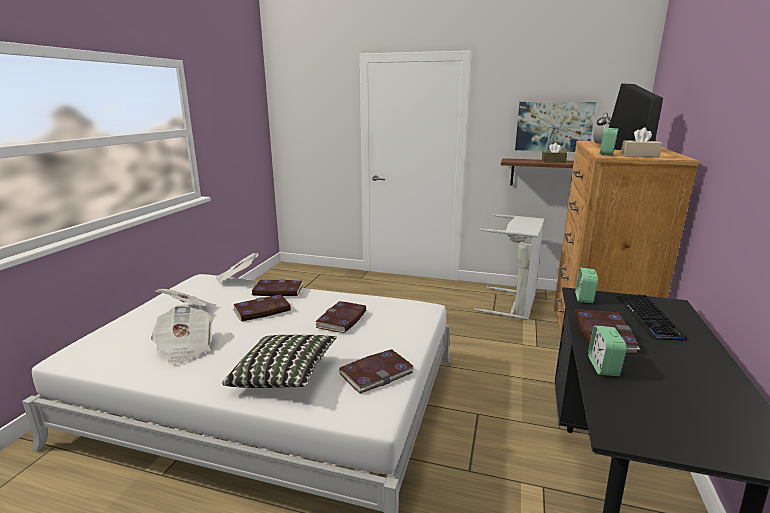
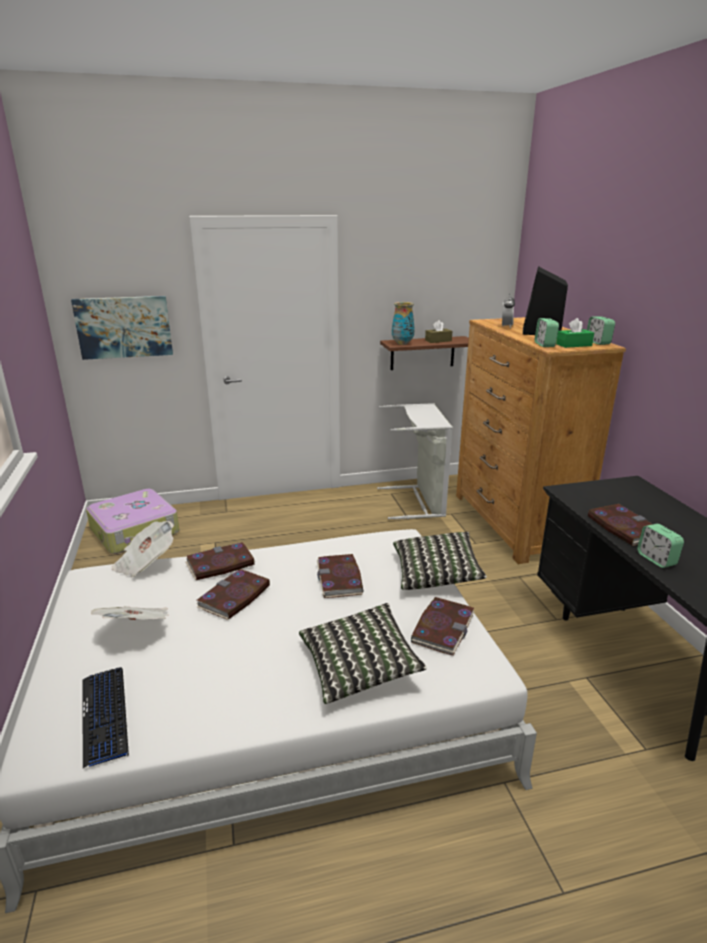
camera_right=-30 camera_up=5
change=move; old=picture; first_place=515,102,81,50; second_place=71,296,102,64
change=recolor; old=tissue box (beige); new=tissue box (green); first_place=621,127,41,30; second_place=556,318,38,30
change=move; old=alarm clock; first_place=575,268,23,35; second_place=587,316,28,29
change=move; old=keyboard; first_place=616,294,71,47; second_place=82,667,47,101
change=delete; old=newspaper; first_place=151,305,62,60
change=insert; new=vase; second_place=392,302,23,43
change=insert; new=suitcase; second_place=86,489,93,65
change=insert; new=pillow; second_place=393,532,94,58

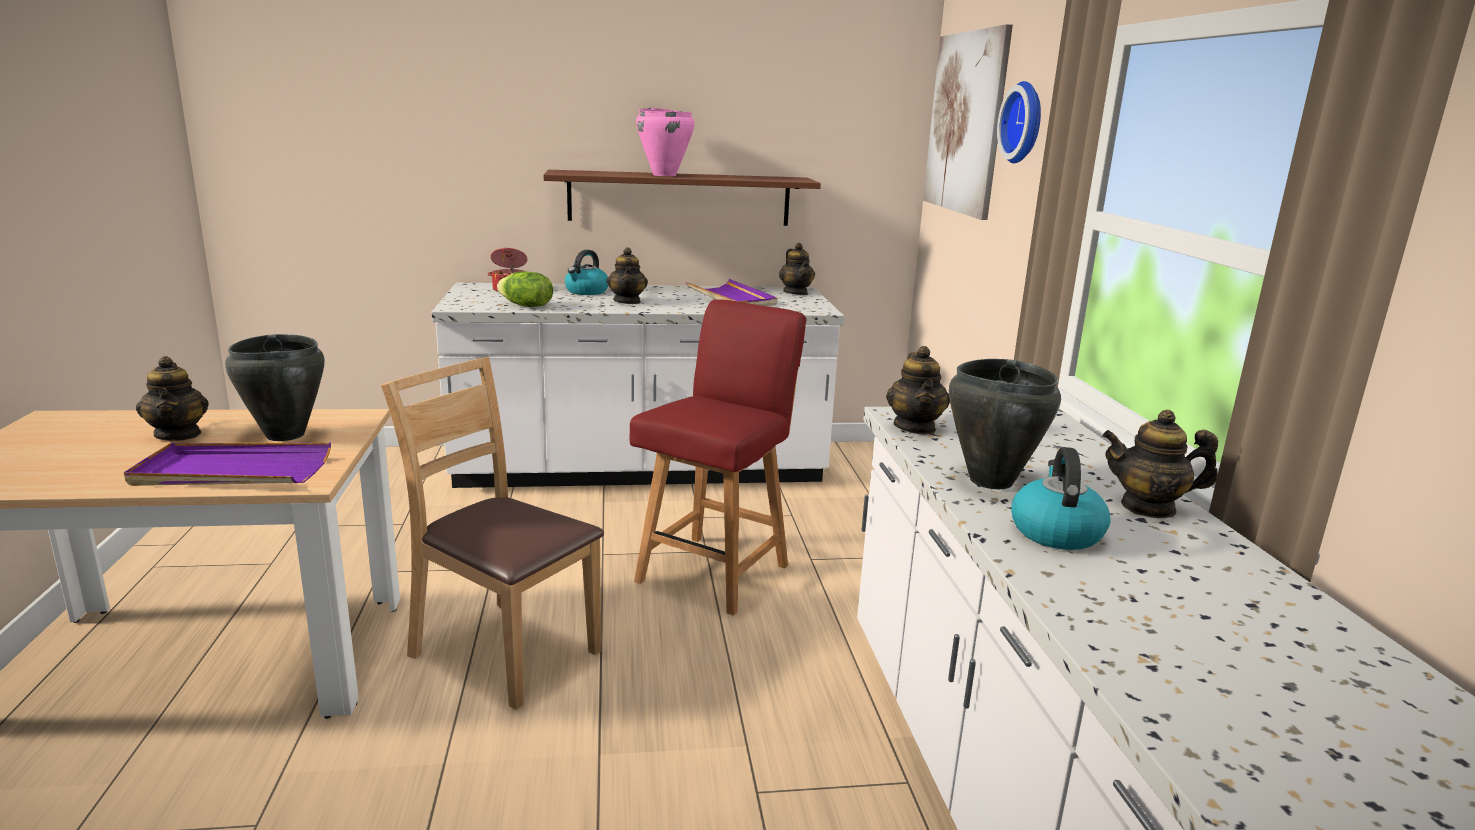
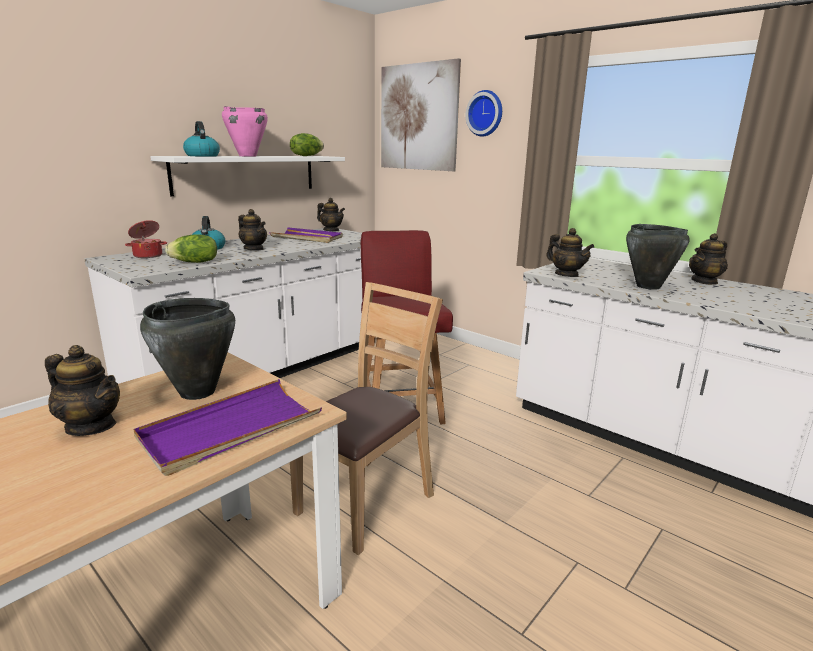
camera_right=-40 camera_up=0
change=recolor; old=shelf (brown); new=shelf (white); first_place=543,170,278,56; second_place=150,156,195,40
change=rotate; old=chair (brown); first_place=381,357,223,353; second_place=290,282,153,273; degrees=135
change=move; old=kettle; first_place=1011,447,100,103; second_place=183,121,37,36
change=insert; new=lettuce; second_place=290,133,34,23

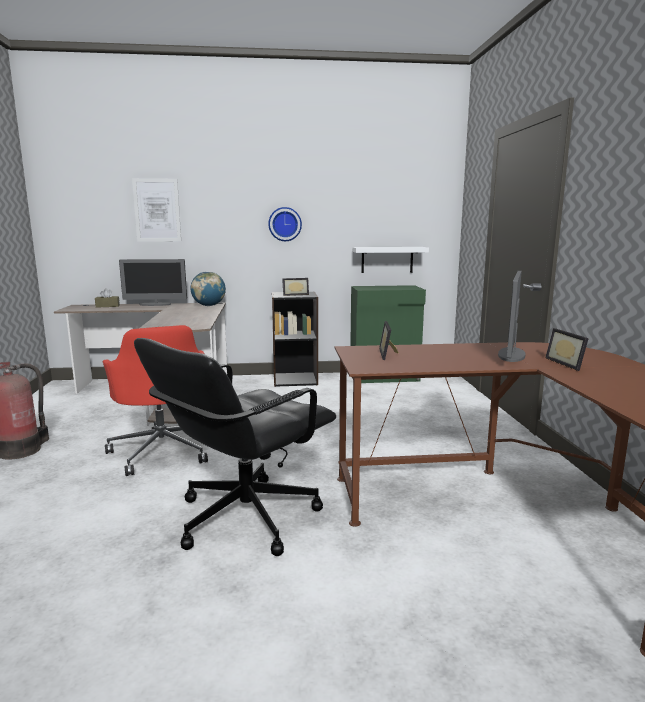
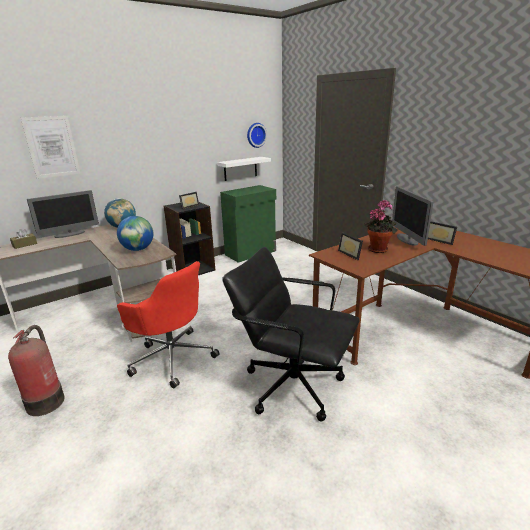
camera_right=-30 camera_up=10
change=move; old=wall clock; first_place=268,207,34,34; second_place=247,123,20,25
change=rotate; old=office chair (black); first_place=134,338,202,218; second_place=222,247,138,175; degrees=105
change=insert; new=potted plant; second_place=364,200,34,53
change=insert; new=globe; second_place=117,216,36,35

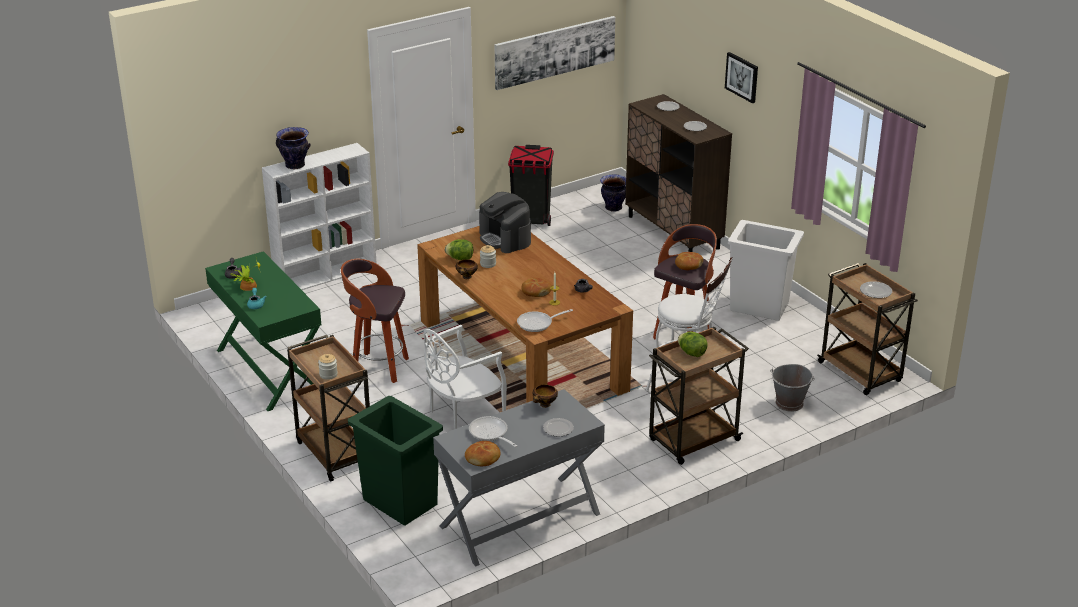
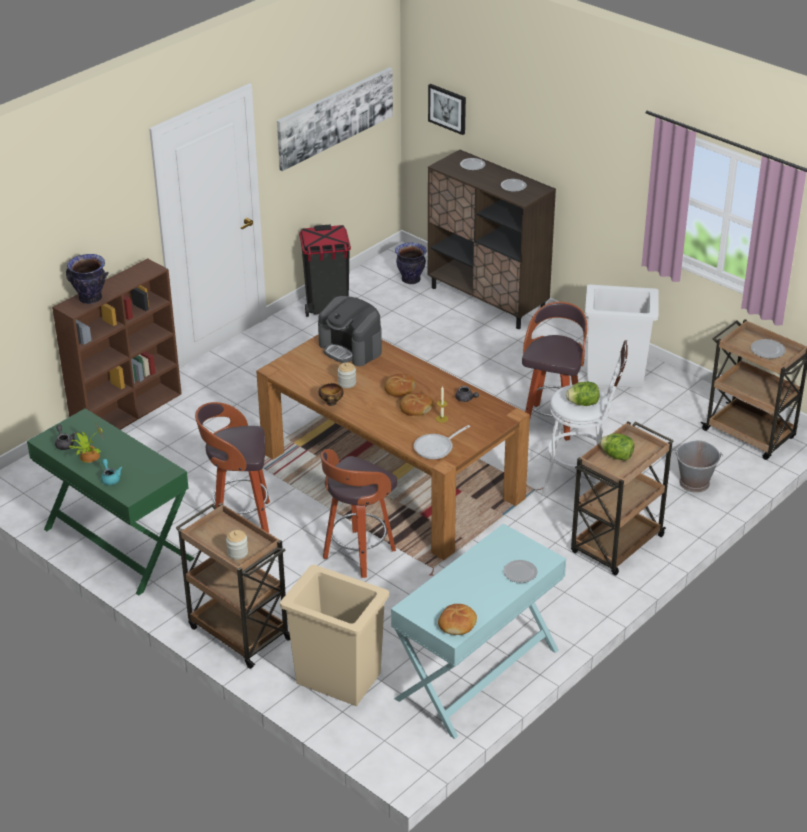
camera_right=-15 camera_up=5
change=move; old=picture; first_place=725,52,33,51; second_place=428,84,38,51
change=recolor; old=bookcase (white); new=bookcase (brown); first_place=262,143,115,147; second_place=52,258,130,172
change=move; old=lettuce; first_place=445,239,28,21; second_place=566,382,33,24
change=move; old=bread; first_place=675,252,28,18; second_place=384,374,31,23
change=replace; old=chair (white); new=stool; first_place=423,325,84,104; second_place=321,449,76,129
change=delete; old=bowl; first_place=533,384,25,24
change=recolor; old=console table (grey); new=console table (turquoise); first_place=433,389,172,177; second_place=391,523,175,216
change=recolor; old=trash can (green); new=trash can (beige); first_place=348,396,95,130; second_place=280,565,109,141
change=delete; old=frying pan; first_place=469,416,48,31

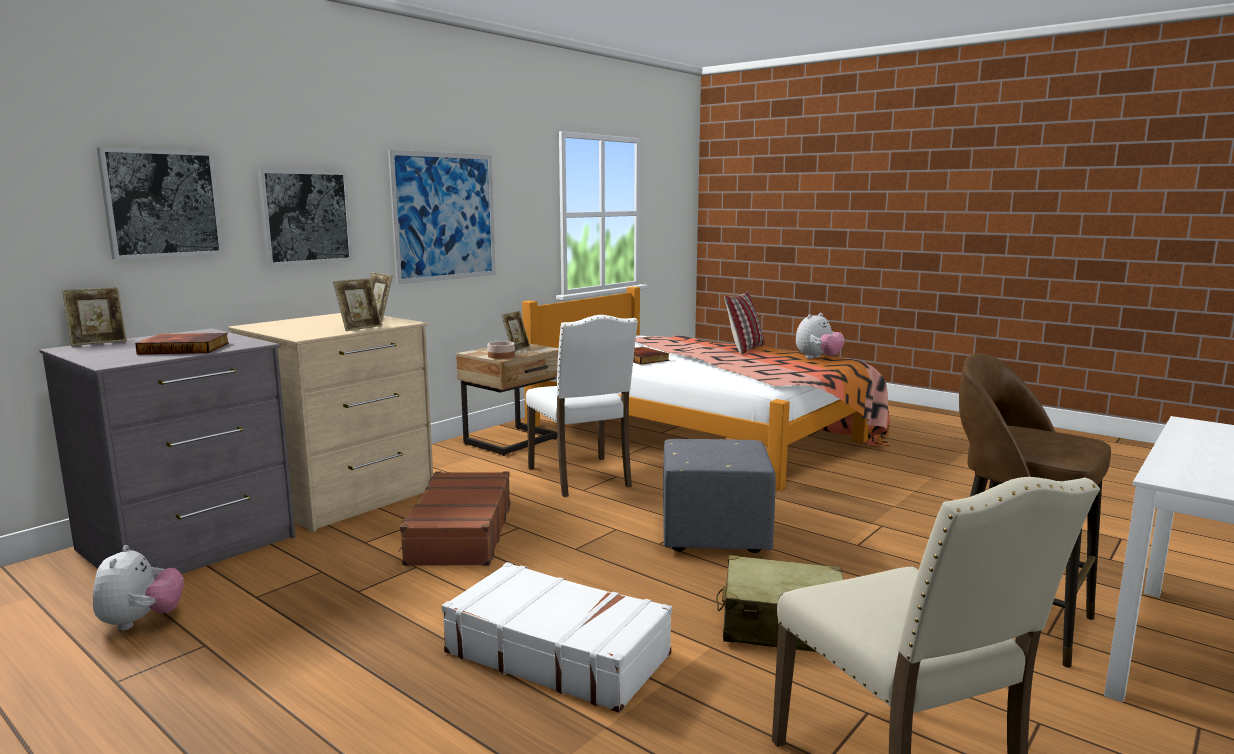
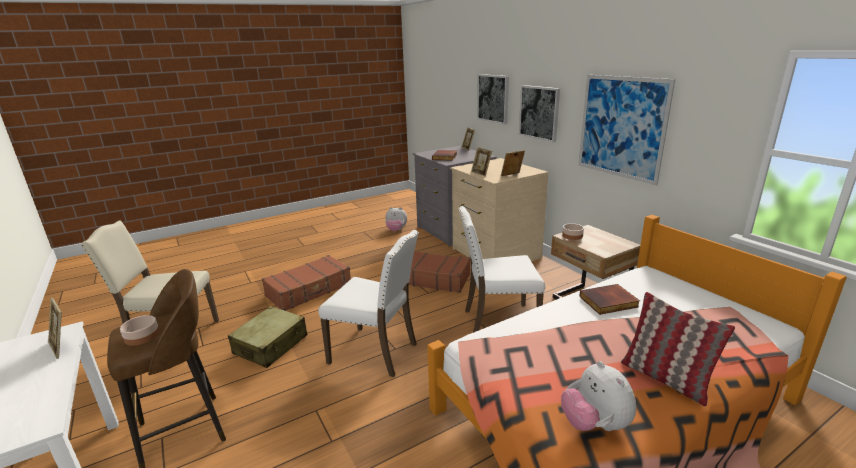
camera_right=110 camera_up=10
change=move; old=picture frame; first_place=501,311,29,41; second_place=48,297,14,62
change=replace; old=ottoman (grey); new=chair (white); first_place=663,439,113,114; second_place=318,230,101,147
change=recolor; old=suitcase (white); new=suitcase (brown); first_place=442,562,230,151; second_place=262,255,89,56
change=insert; new=bowl; second_place=120,315,39,31

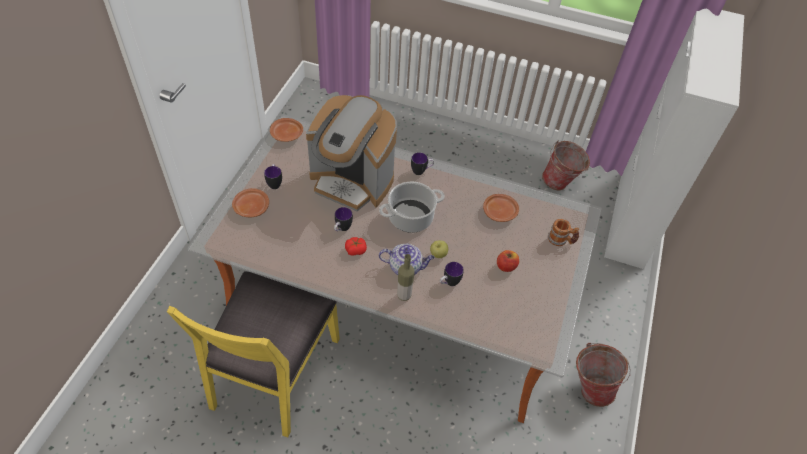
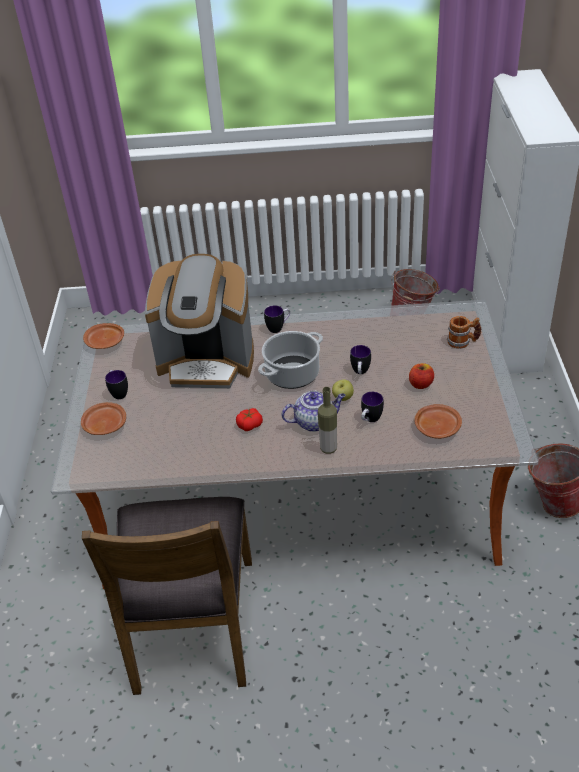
camera_right=-15 camera_up=-10
change=move; old=plate (brown); first_place=483,194,36,28; second_place=414,404,48,35
change=move; old=mug; first_place=334,207,19,24; second_place=350,345,21,29
change=recolor; old=chair (yellow); new=chair (brown); first_place=167,271,173,166; second_place=82,497,170,198

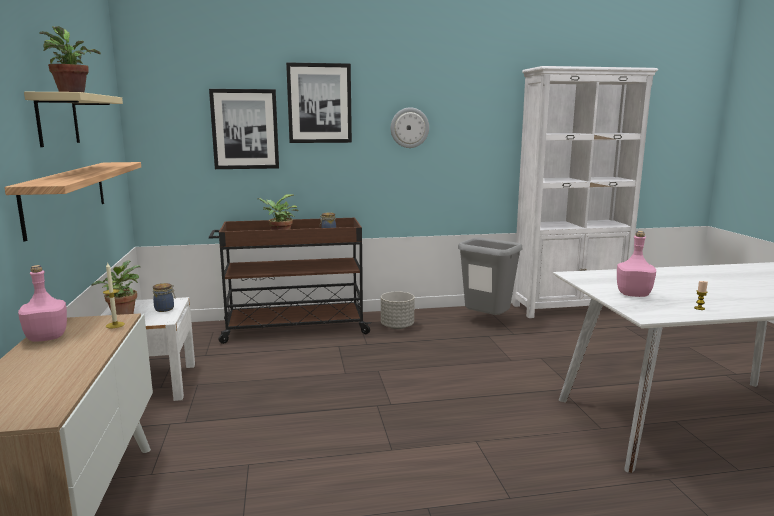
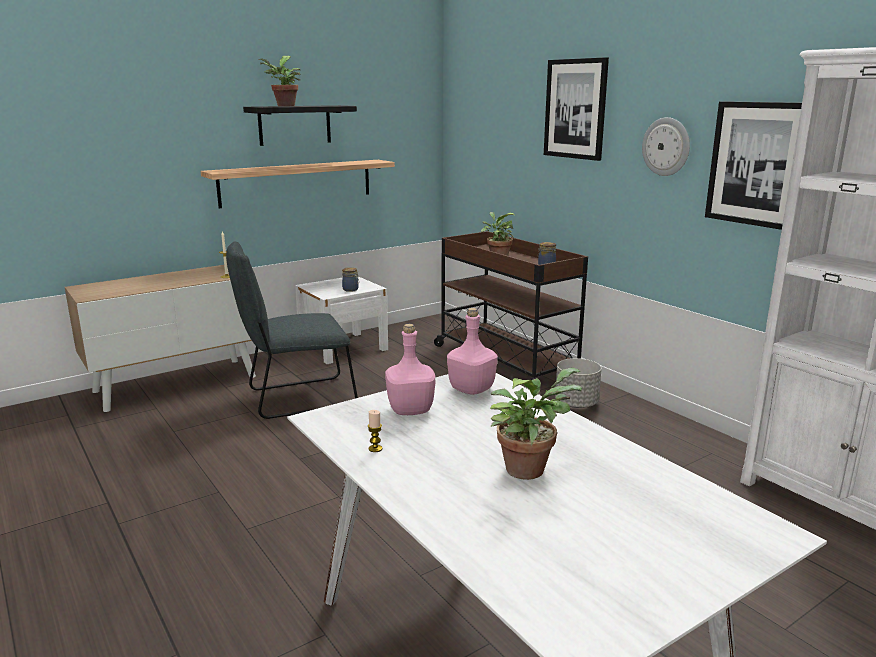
camera_right=65 camera_up=5
change=move; old=picture; first_place=209,89,70,80; second_place=705,101,97,129
change=recolor; old=shelf (beige); new=shelf (black); first_place=24,92,99,55; second_place=243,105,114,41
change=delete; old=trash can (grey); first_place=458,238,64,77
change=move; old=potted plant; first_place=91,260,49,55; second_place=490,368,92,112
change=move; old=bottle (pink); first_place=18,265,49,77; second_place=447,308,51,87
change=insert; new=chair (grey); second_place=226,242,132,177

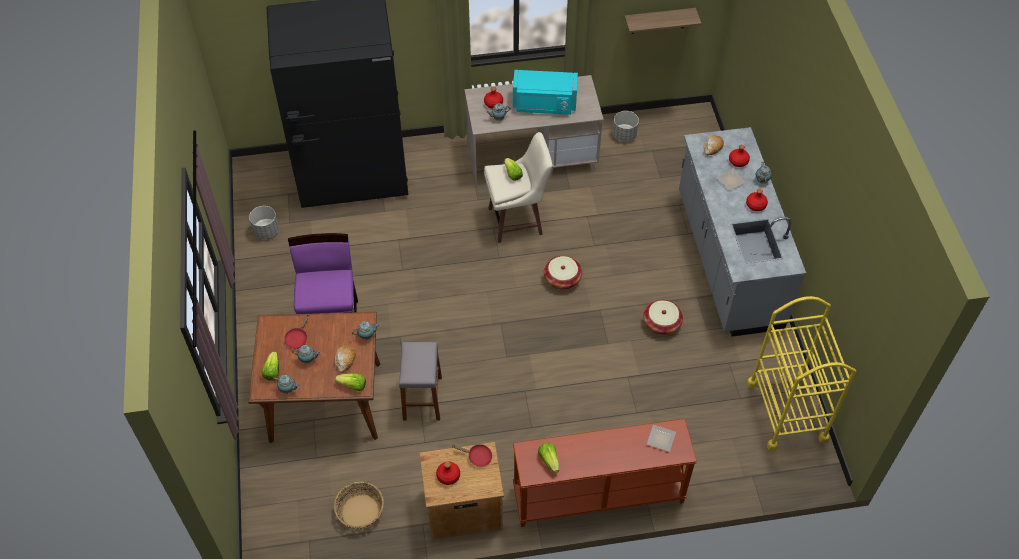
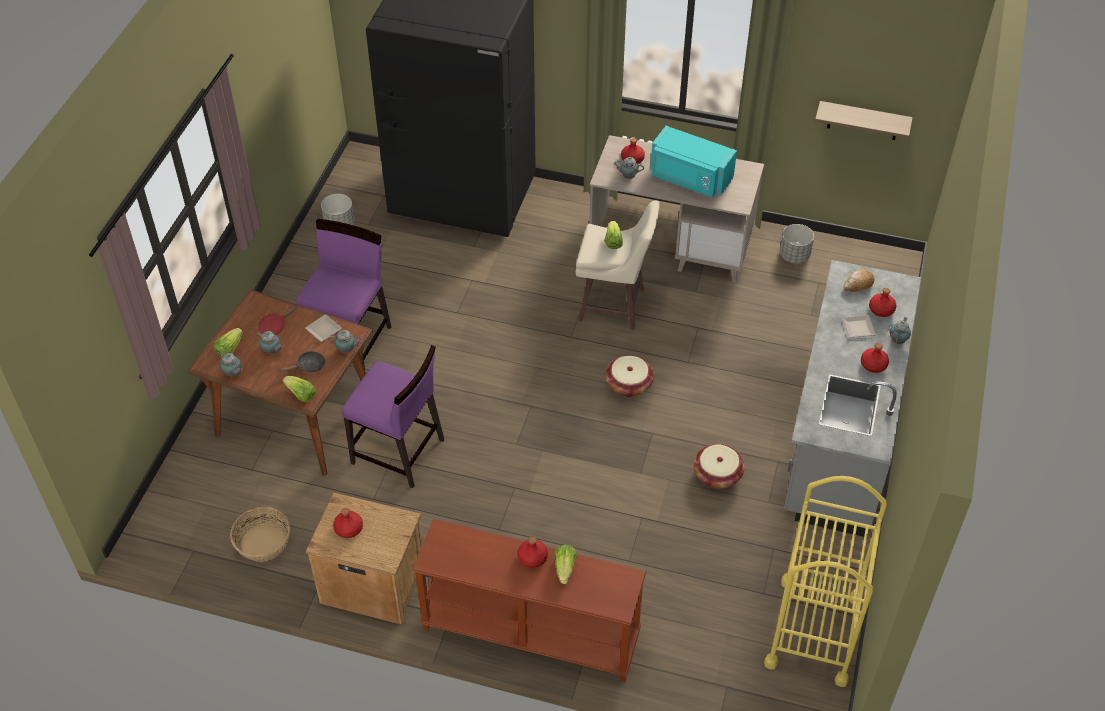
camera_right=25 camera_up=-5
change=replace; old=stool (grey); new=chair (purple); first_place=399,342,43,79; second_place=342,345,102,143
change=replace; old=bread; new=frying pan (black); first_place=335,345,21,28; second_place=279,351,47,21
change=move; old=plate; first_place=647,425,29,27; second_place=305,314,37,28
change=move; old=lettuce; first_place=538,443,21,30; second_place=554,545,23,39
change=delete; old=frying pan (red); first_place=452,444,40,23
change=insert; new=bottle (red); second_place=518,537,30,31

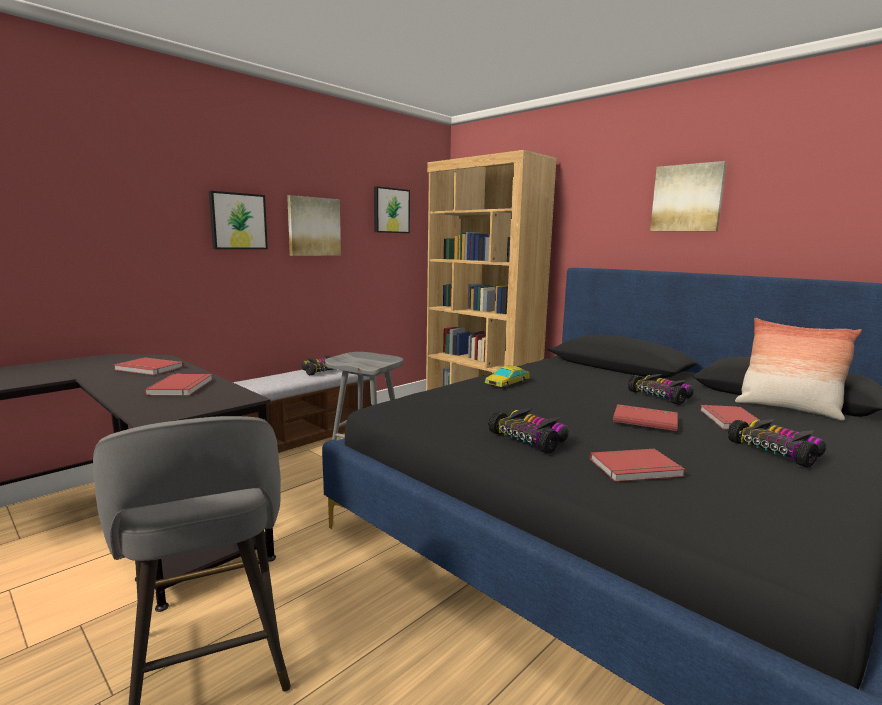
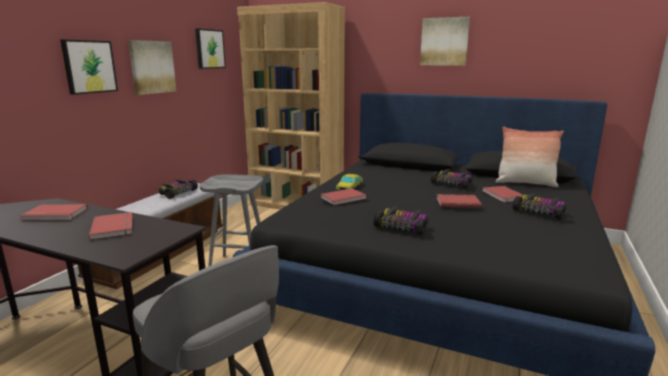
camera_right=-20 camera_up=5
change=move; old=book (red); first_place=590,449,95,33; second_place=320,188,47,17

